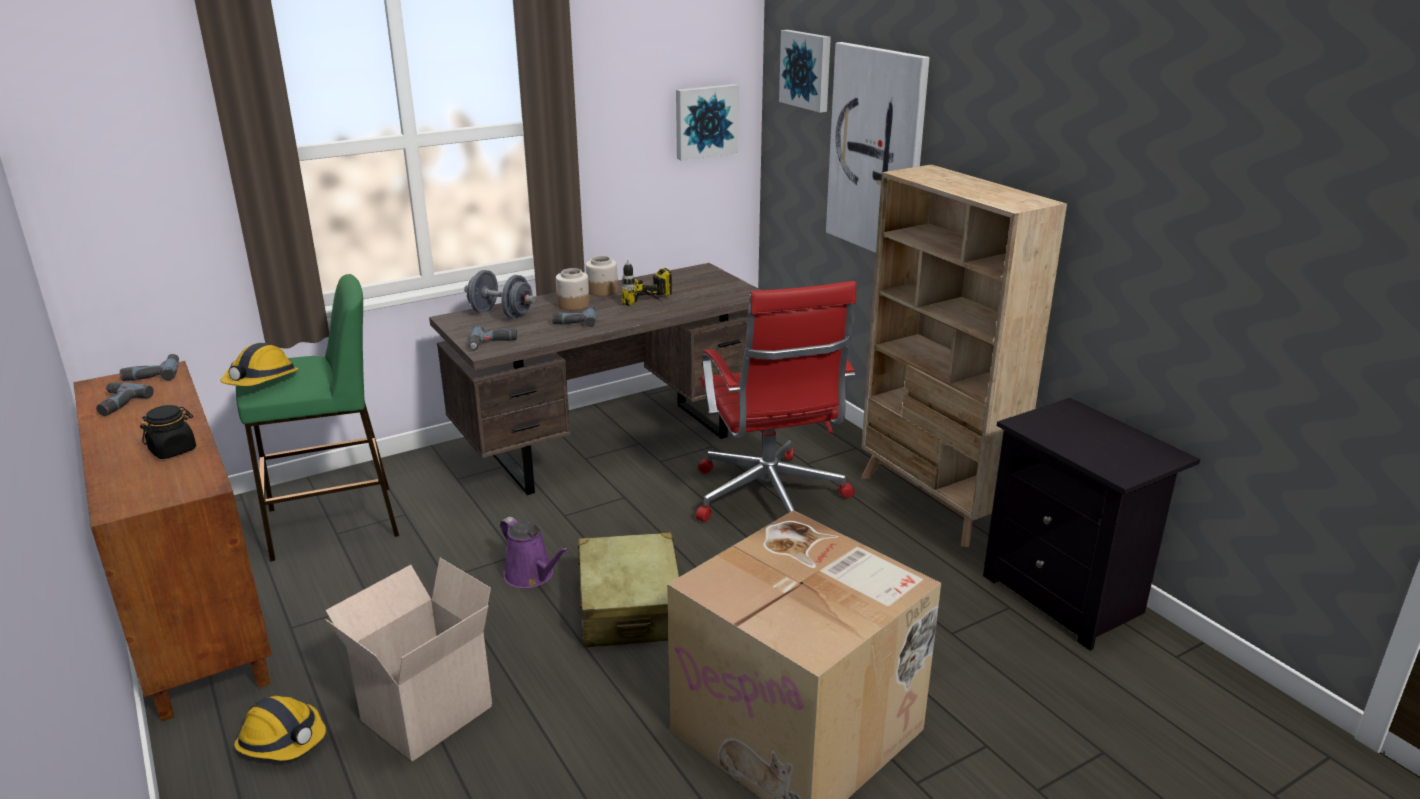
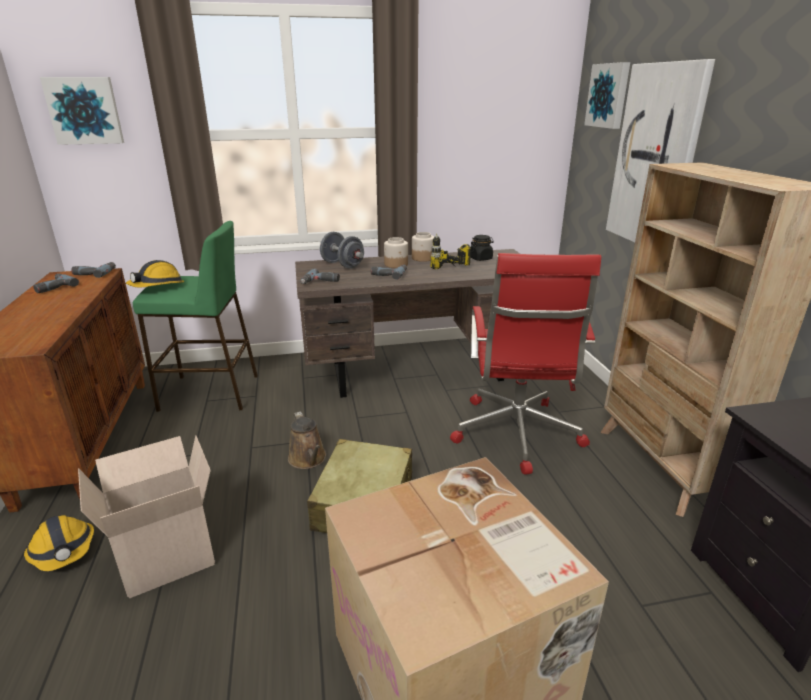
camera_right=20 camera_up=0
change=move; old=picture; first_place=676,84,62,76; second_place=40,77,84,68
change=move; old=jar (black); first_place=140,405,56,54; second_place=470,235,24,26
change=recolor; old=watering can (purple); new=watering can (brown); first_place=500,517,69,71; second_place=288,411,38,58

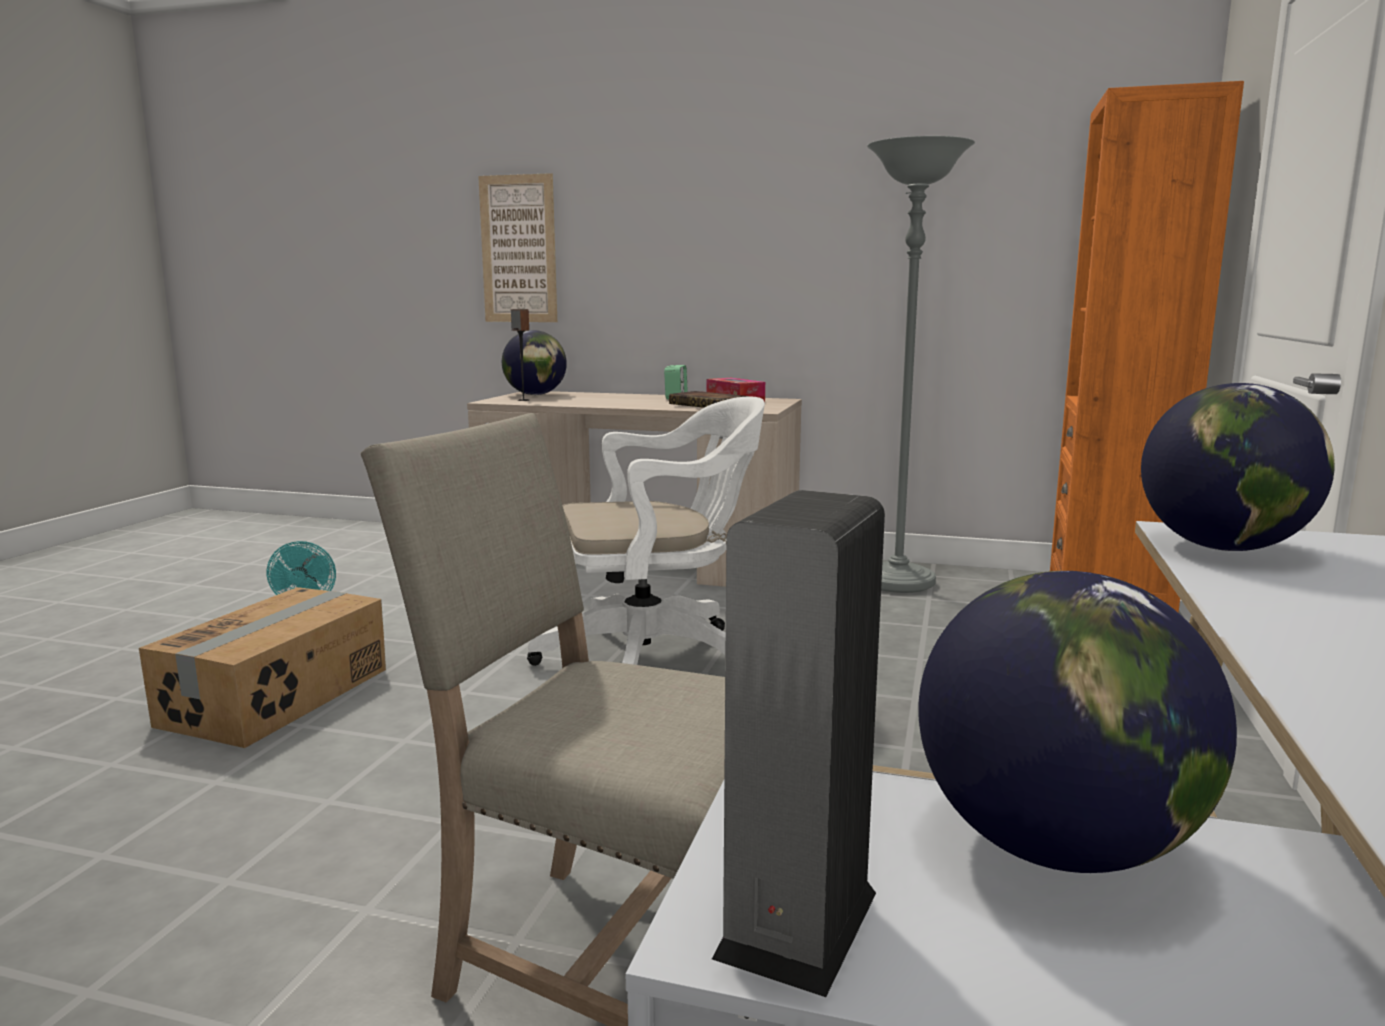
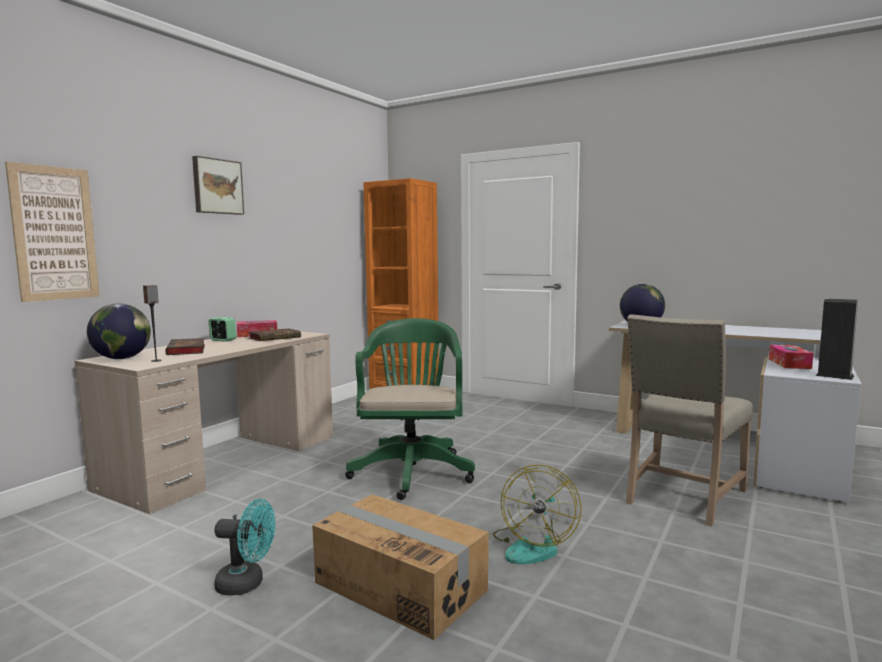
camera_right=-75 camera_up=-5
change=delete; old=floor lamp (grey); first_place=867,136,108,457
change=recolor; old=office chair (white); new=office chair (green); first_place=527,396,238,270; second_place=345,318,130,182
change=replace; old=globe; new=tissue box; first_place=919,571,318,302; second_place=769,345,44,24
change=insert; new=picture; second_place=192,156,52,59
change=insert; new=book; second_place=165,338,40,17
change=insert; new=fan; second_place=493,464,89,100

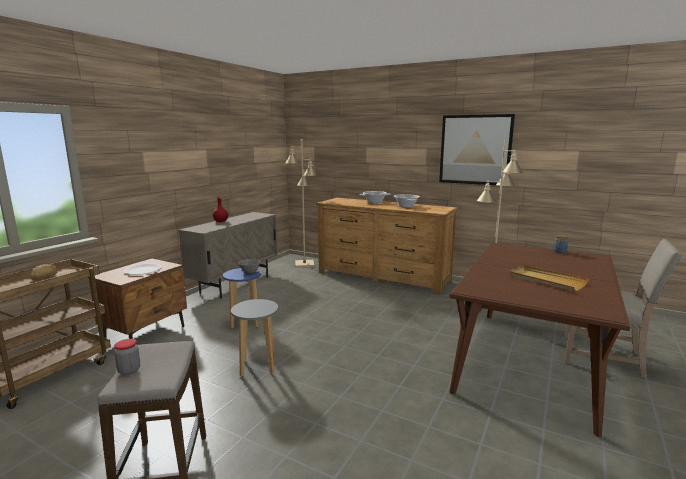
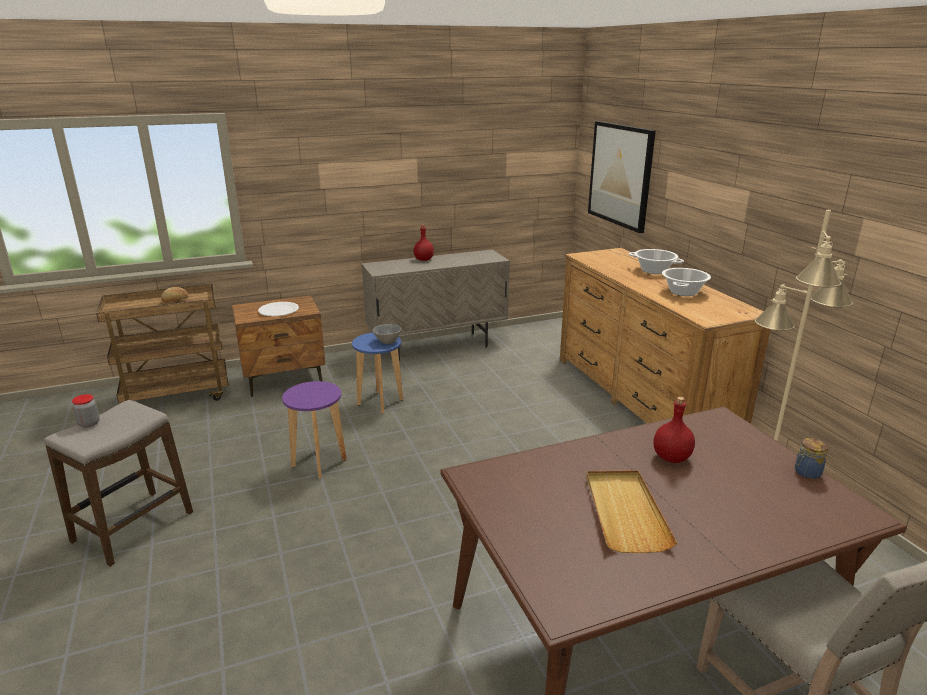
camera_right=40 camera_up=10
change=move; old=picture; first_place=439,114,76,71; second_place=588,121,68,112
change=delete; old=floor lamp (beige); first_place=286,139,32,129
change=recolor; old=stool (grey); new=stool (purple); first_place=231,299,47,78; second_place=282,381,65,98
change=insert; new=bottle (red); second_place=653,397,42,66

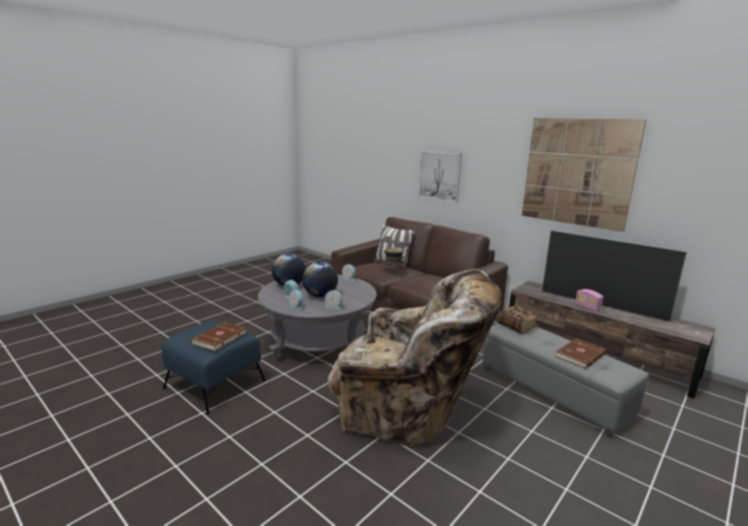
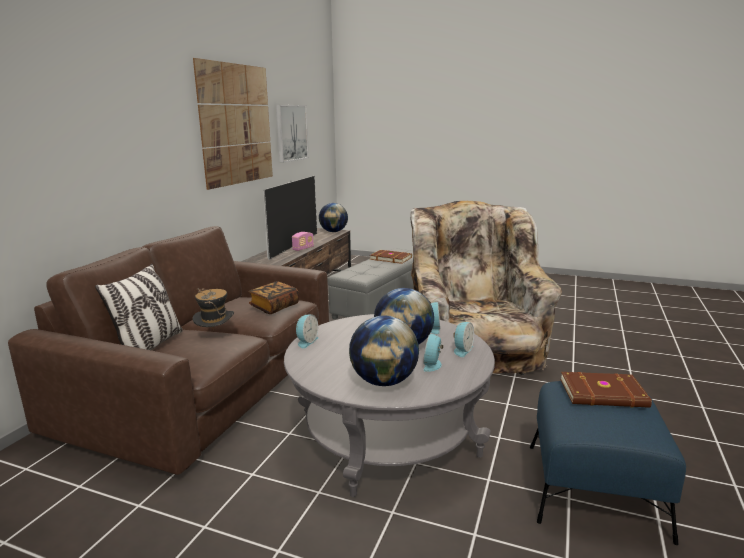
camera_right=-110 camera_up=0
change=move; old=picture; first_place=418,151,44,51; second_place=276,105,33,57
change=move; old=book; first_place=497,306,42,28; second_place=248,281,51,33
change=insert; new=globe; second_place=319,203,29,29

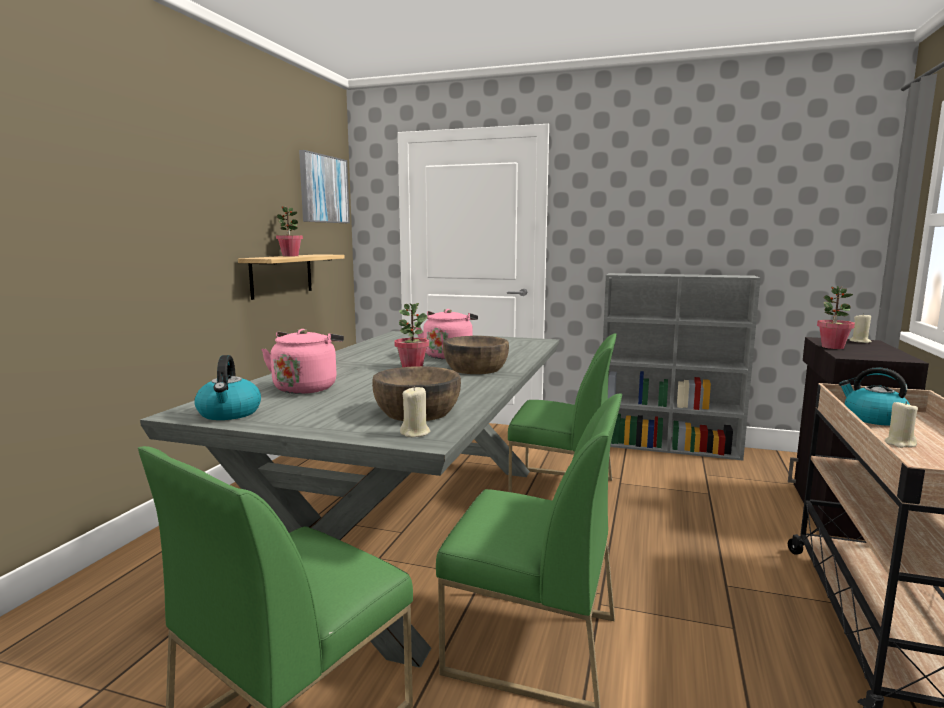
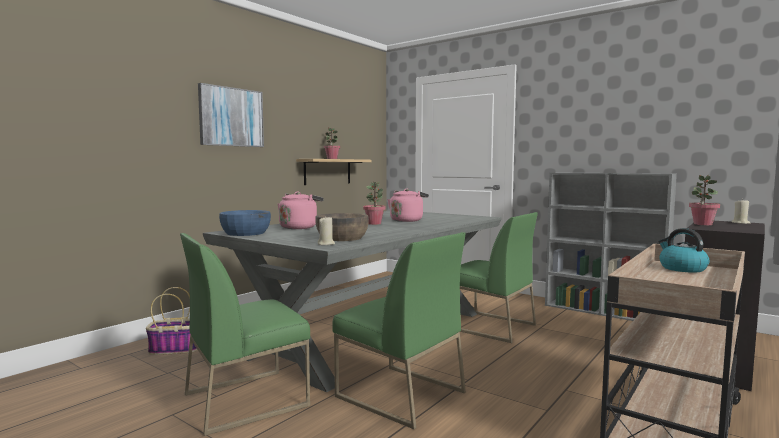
camera_right=20 camera_up=-5
change=move; old=picture; first_place=299,150,51,73; second_place=198,83,66,64
change=delete; old=bowl (brown); first_place=443,336,66,38
change=replace; old=kettle; new=bowl (blue); first_place=194,355,67,65; second_place=219,210,52,26
change=delete; old=candle (beige); first_place=885,401,33,47
change=insert; new=basket; second_place=146,287,51,68

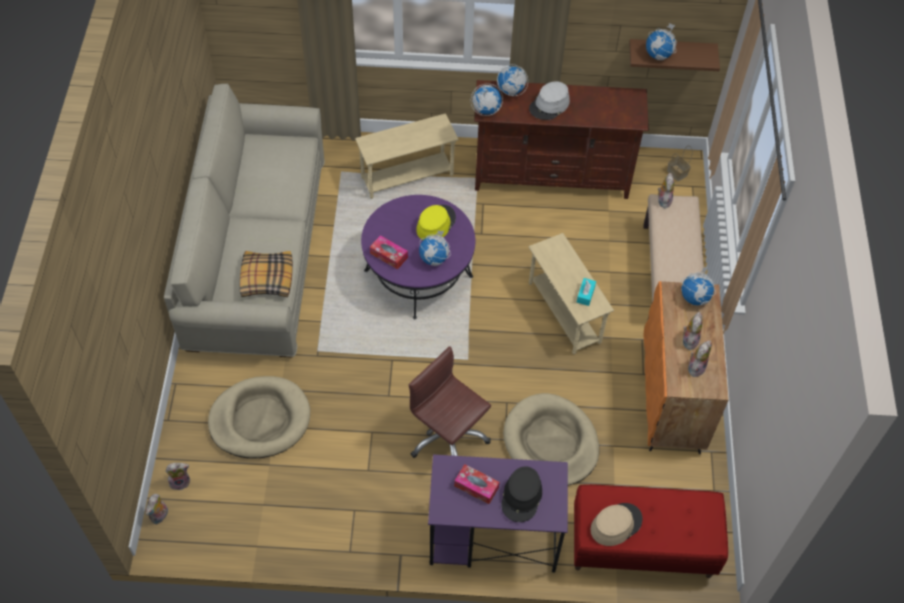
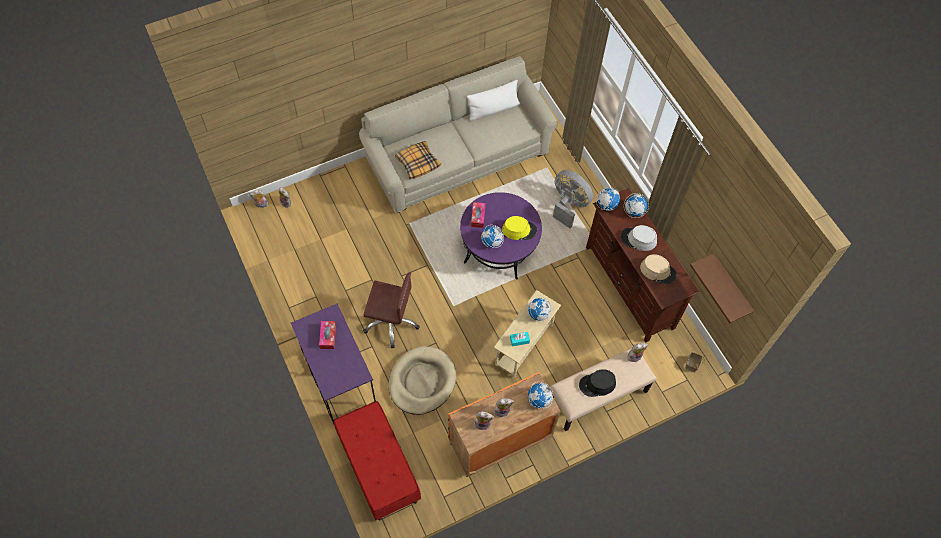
camera_right=60 camera_up=5
change=move; old=globe; first_place=646,23,31,37; second_place=528,297,24,25
change=replace; old=side table (beige); new=fan (grey); first_place=355,114,104,85; second_place=553,170,40,58
change=rotate; old=office chair (brown); first_place=409,346,82,112; second_place=363,272,57,76; degrees=90
change=delete; old=dog bed (beige); first_place=208,376,102,82
change=move; old=hat (black); first_place=501,467,41,55; second_place=579,369,37,28
change=move; old=hat (beige); first_place=591,503,52,43; second_place=640,254,37,30
change=insert; new=pillow (white); second_place=467,80,53,41

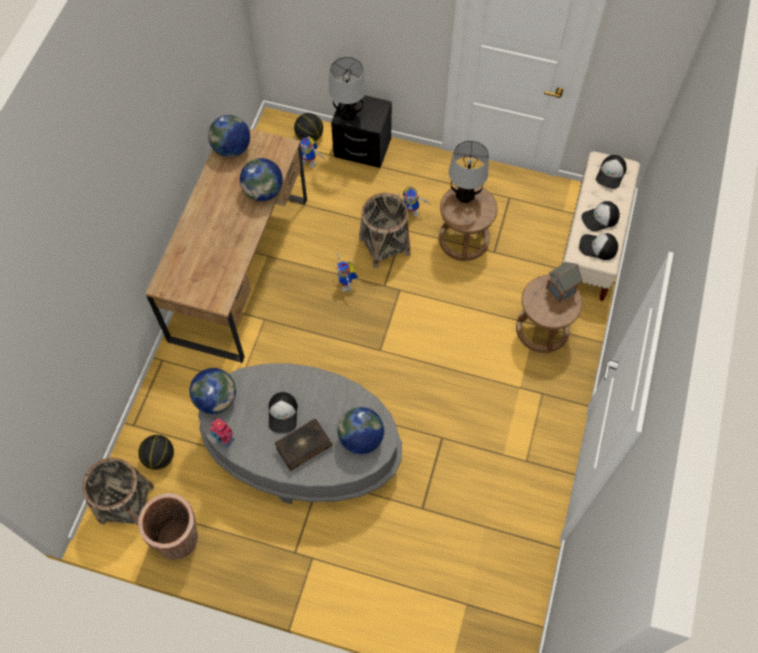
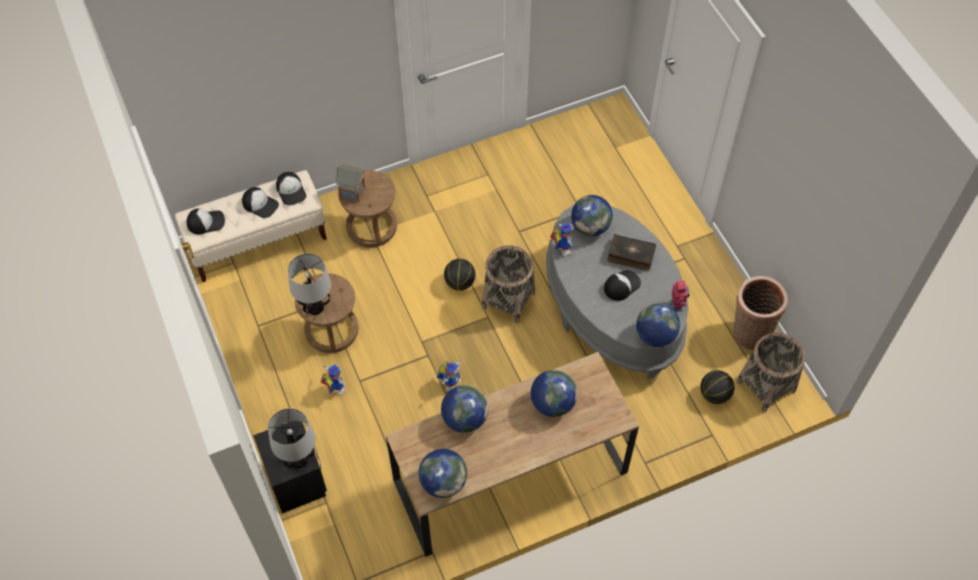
camera_right=-130 camera_up=-5
change=move; old=basketball; first_place=294,113,29,28; second_place=444,259,32,32
change=move; old=toy robot; first_place=291,136,34,32; second_place=550,223,23,34
change=move; old=basket; first_place=359,193,51,76; second_place=481,245,54,78
change=insert; new=globe; second_place=531,370,47,47

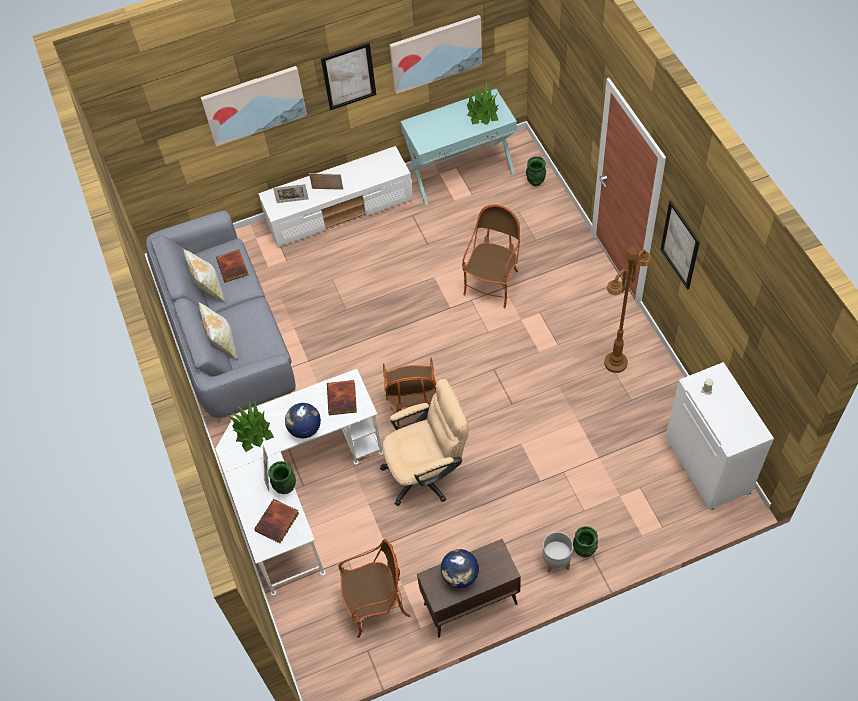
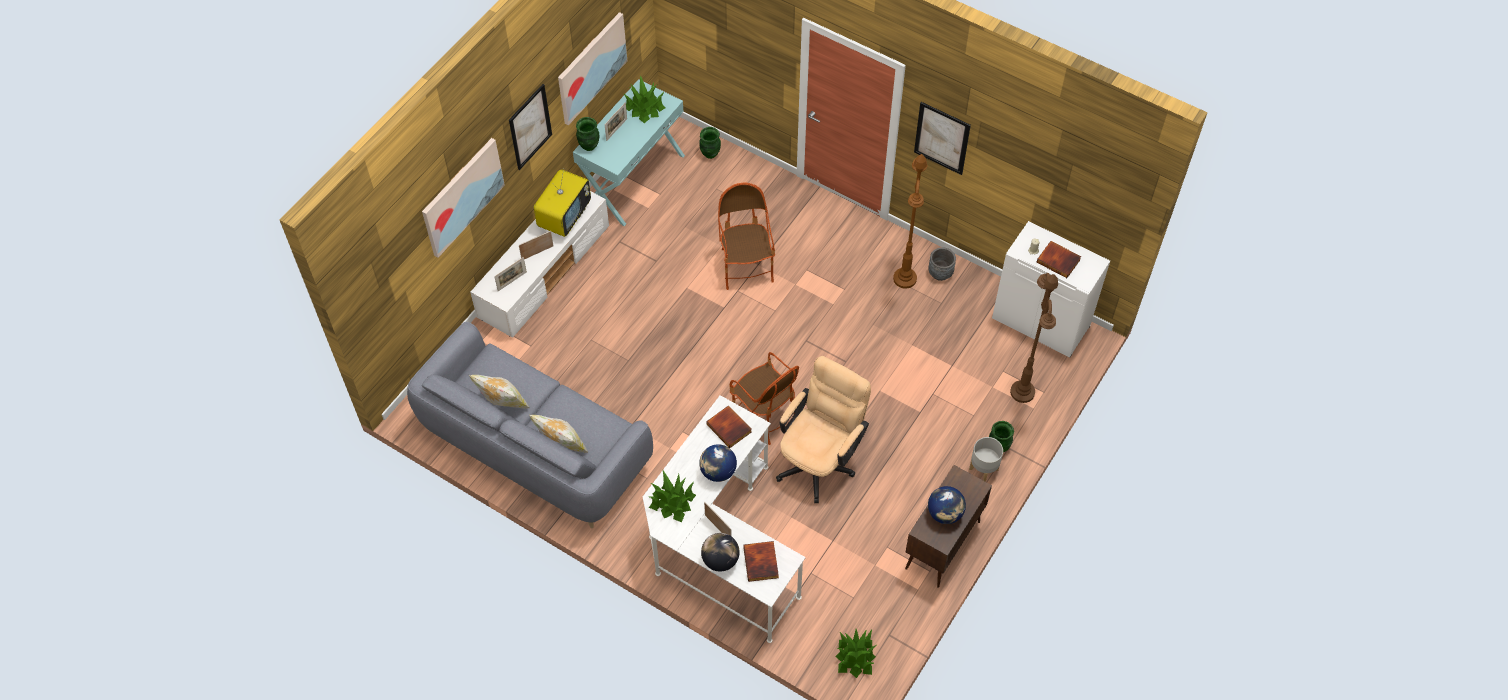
camera_right=-40 camera_up=0
change=move; old=book; first_place=216,249,33,34; second_place=1037,241,44,37
change=move; old=vase (green); first_place=268,461,28,33; second_place=576,117,23,34
change=delete; old=armchair; first_place=338,539,73,99
change=insert; new=picture frame; second_place=604,102,23,39
change=insert; new=television; second_place=534,168,57,69
change=insert; new=planter (grey); second_place=928,247,28,34
change=insert; new=floor lamp (brown); second_place=1010,273,48,130
change=insert; new=globe; second_place=701,533,39,39
change=insert; new=potted plant; second_place=835,629,41,49

